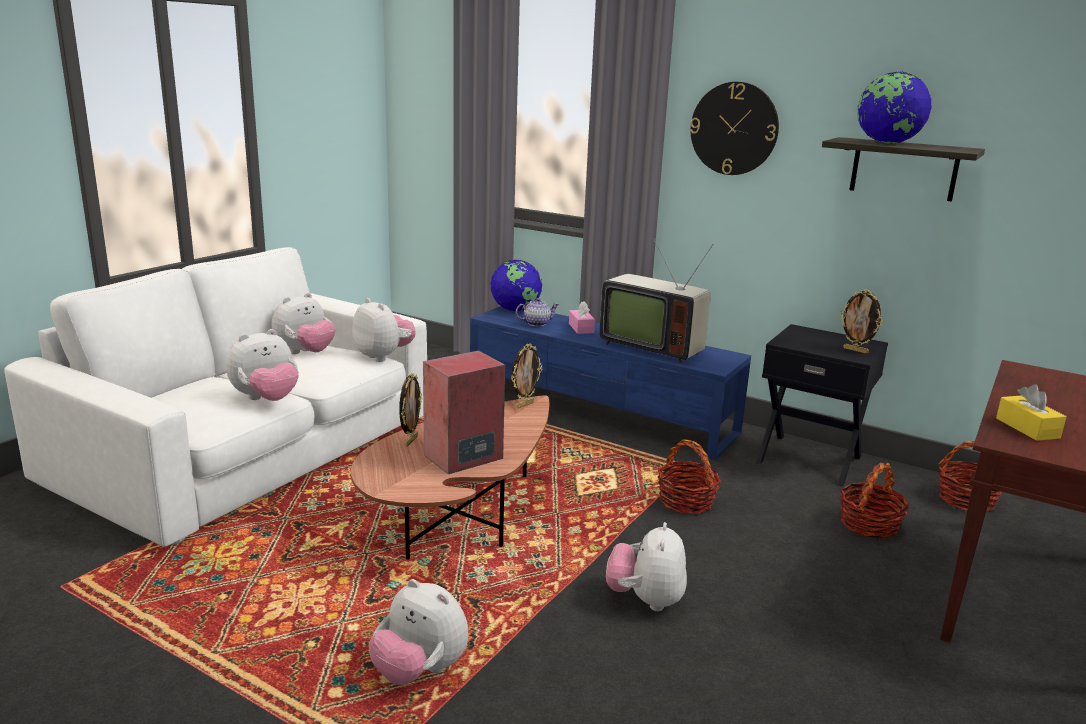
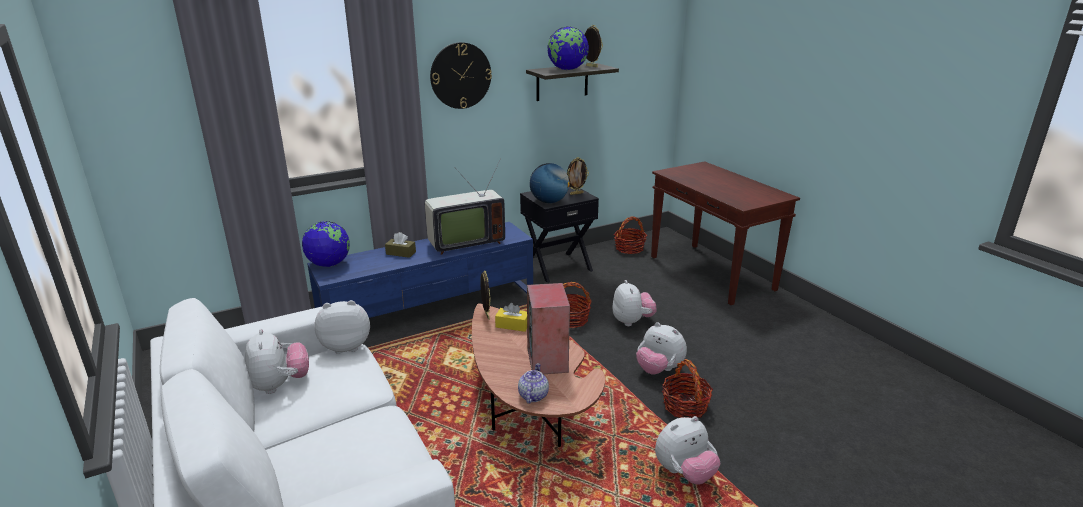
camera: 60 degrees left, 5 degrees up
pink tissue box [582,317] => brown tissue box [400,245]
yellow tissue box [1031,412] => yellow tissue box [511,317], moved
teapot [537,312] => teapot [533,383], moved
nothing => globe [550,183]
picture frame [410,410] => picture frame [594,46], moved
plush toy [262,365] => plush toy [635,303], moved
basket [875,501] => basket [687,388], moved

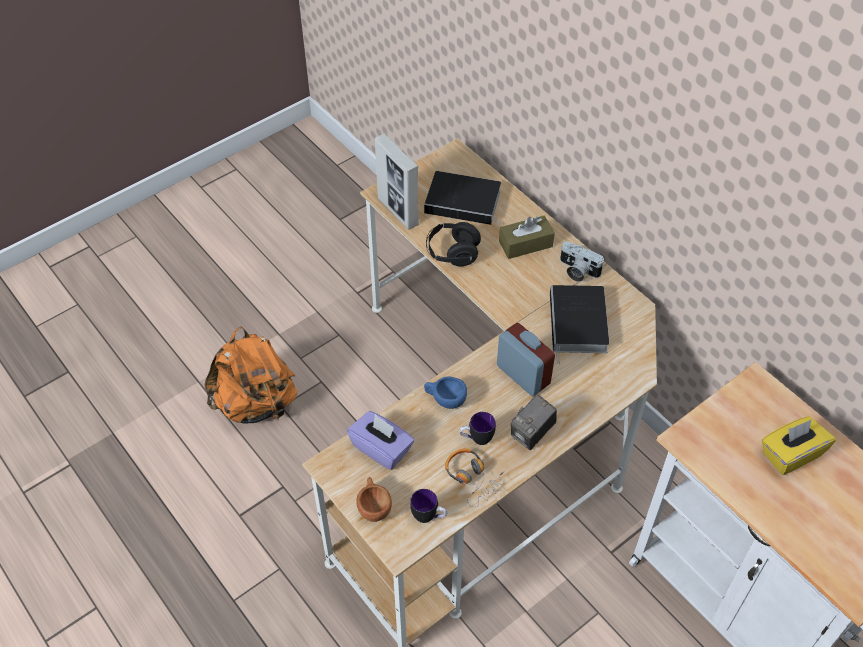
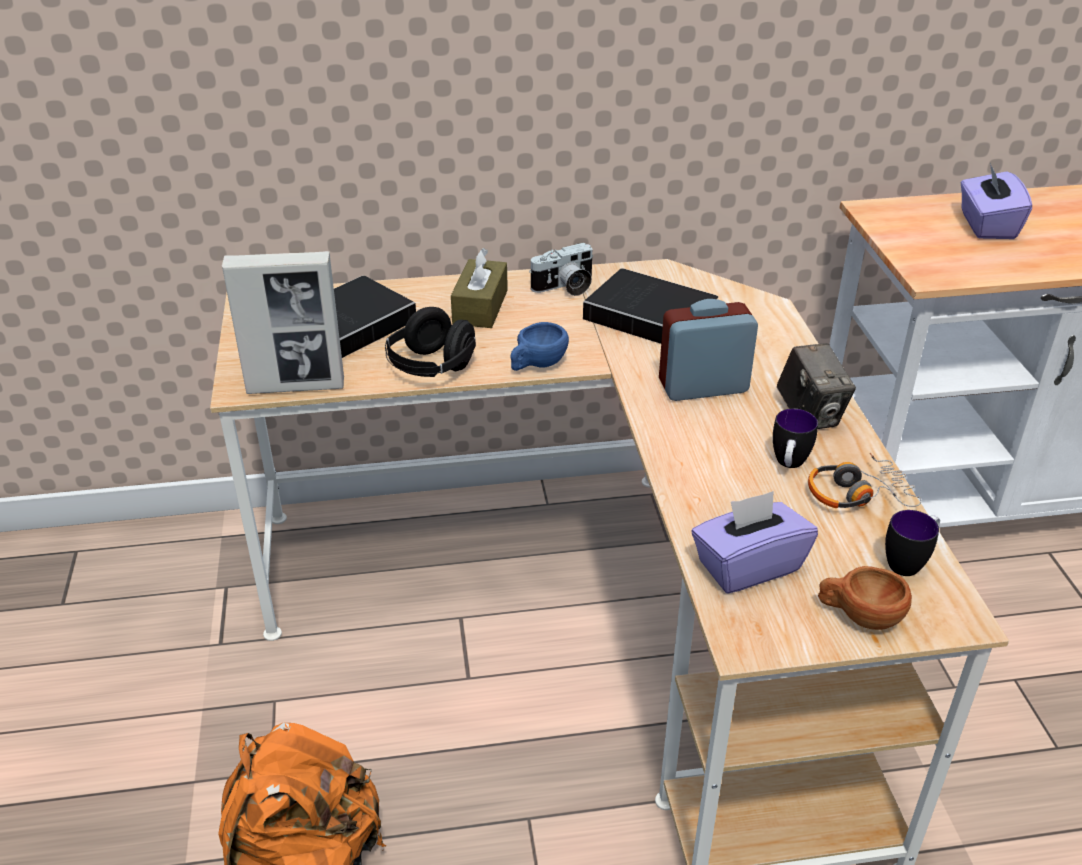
camera: 60 degrees left, 15 degrees down
blue cup [445,392] => blue cup [539,346], moved
yellow tissue box [799,445] => purple tissue box [996,201]

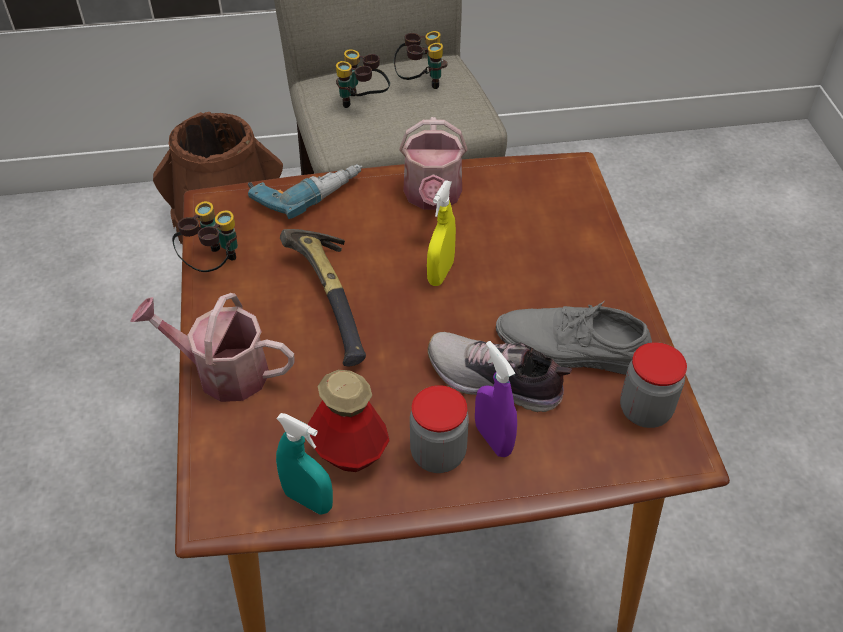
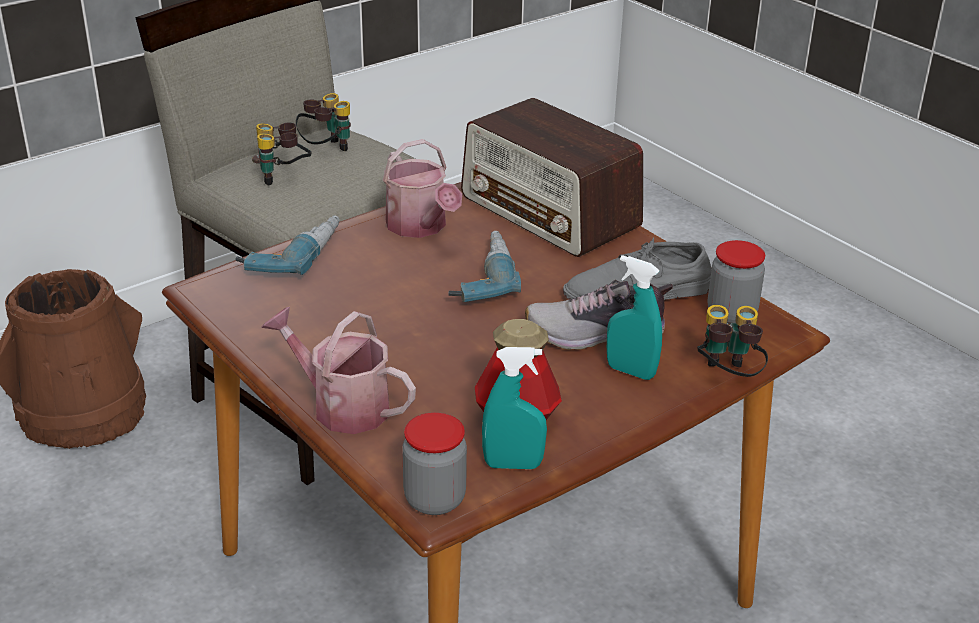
camera: 30 degrees left, 15 degrees down
watering can [212,347] => watering can [338,370], 45 degrees clockwise
jar [439,429] => jar [434,463], moved
yellow spray bottle [441,233] => power drill [484,266]
nothing => radio [552,177]
purple spray bottle [496,399] => turquoise spray bottle [634,317]
binoculars [205,236] => binoculars [732,341], moved
hammer [323,297] => nothing

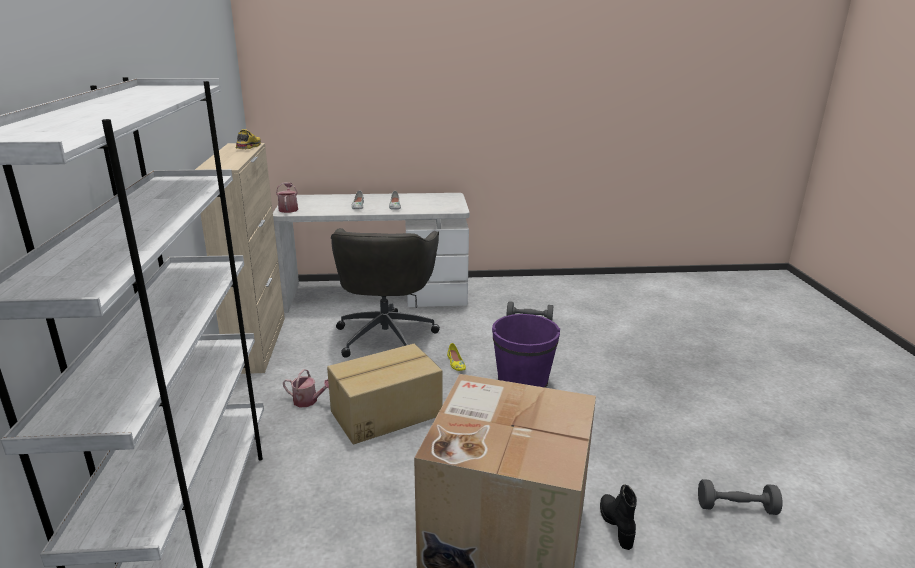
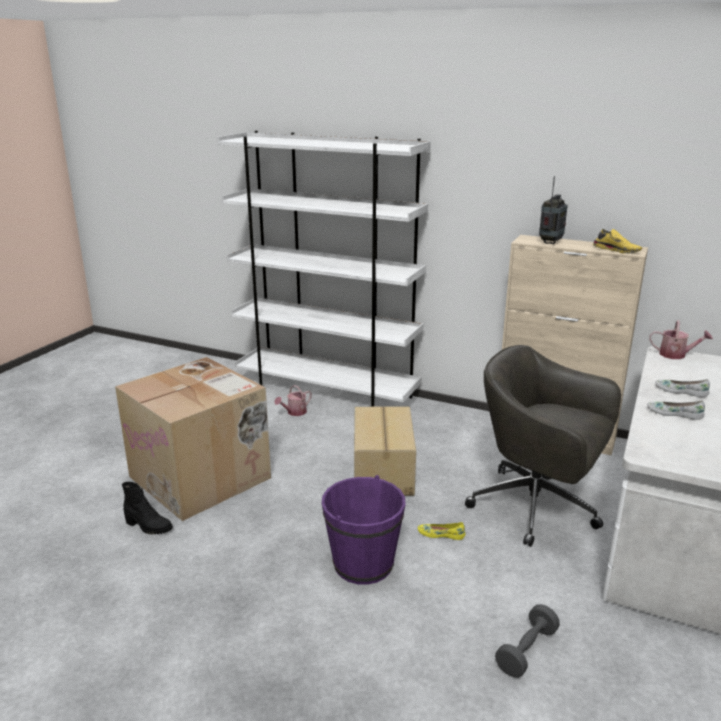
camera: 120 degrees right, 0 degrees up
watering can [306,388] => watering can [293,400], moved
nothing => radio [553,210]
grey dumbbell [740,497] => nothing

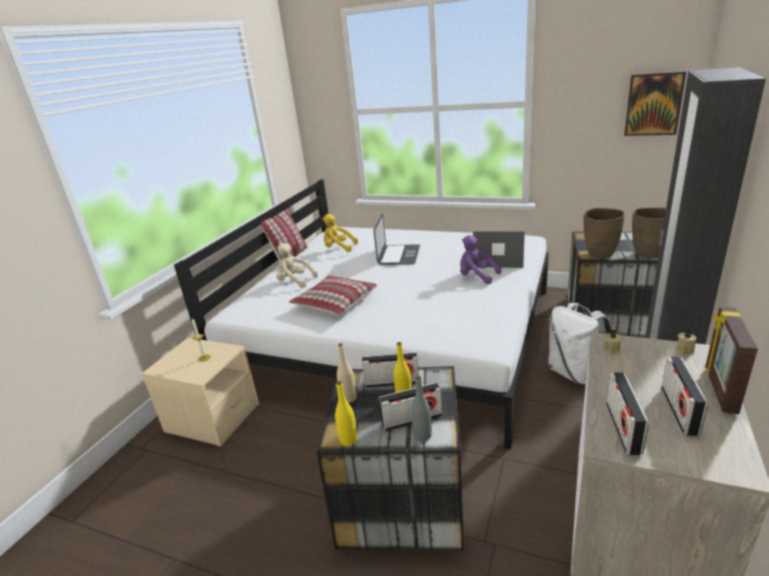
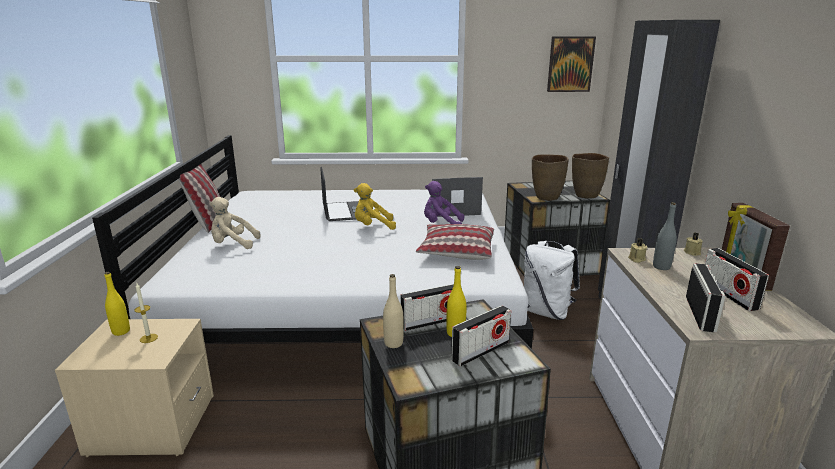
camera: 25 degrees left, 5 degrees down
yellow bottle [346,413] => yellow bottle [117,304], moved
yellow plush toy [340,233] => yellow plush toy [375,206], moved
pillow [333,295] => pillow [455,242], moved
grey bottle [421,408] => grey bottle [665,236], moved
radio [627,413] => radio [705,297], 150 degrees counterclockwise

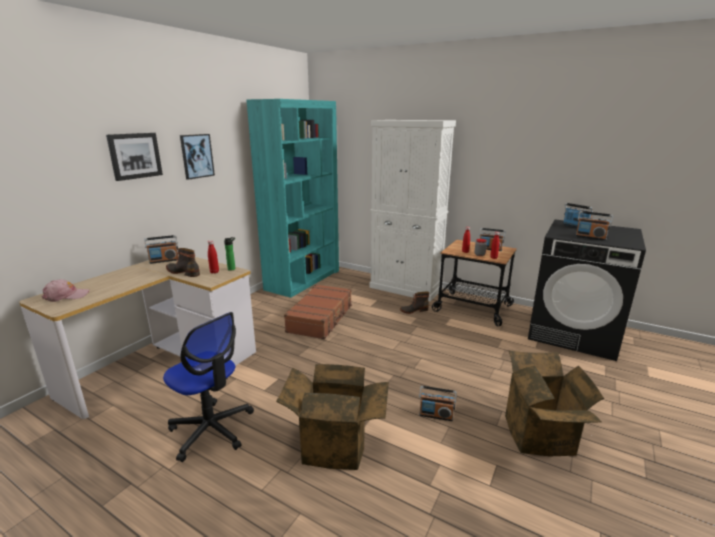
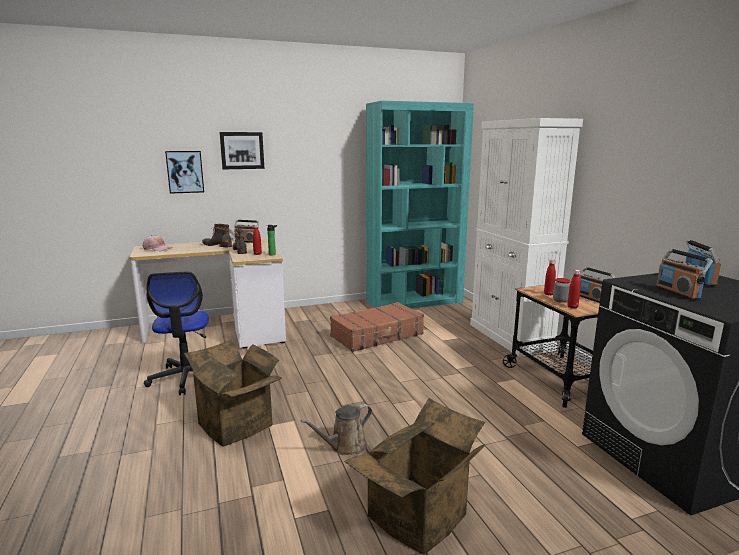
camera: 40 degrees right, 5 degrees down
picture [197,157] => picture [184,172], moved
boot [415,303] => boot [217,235], moved
radio [438,403] => brown watering can [336,429]

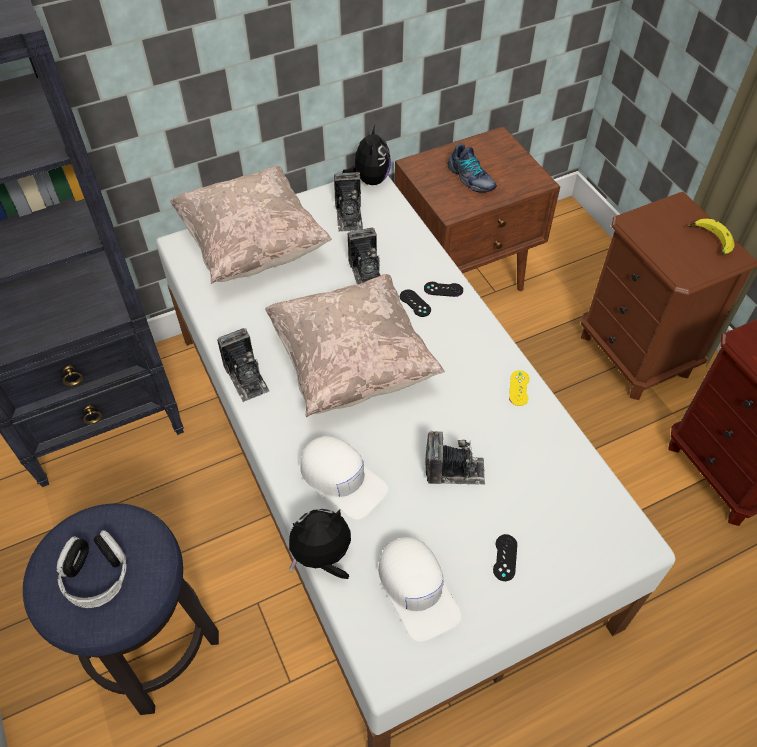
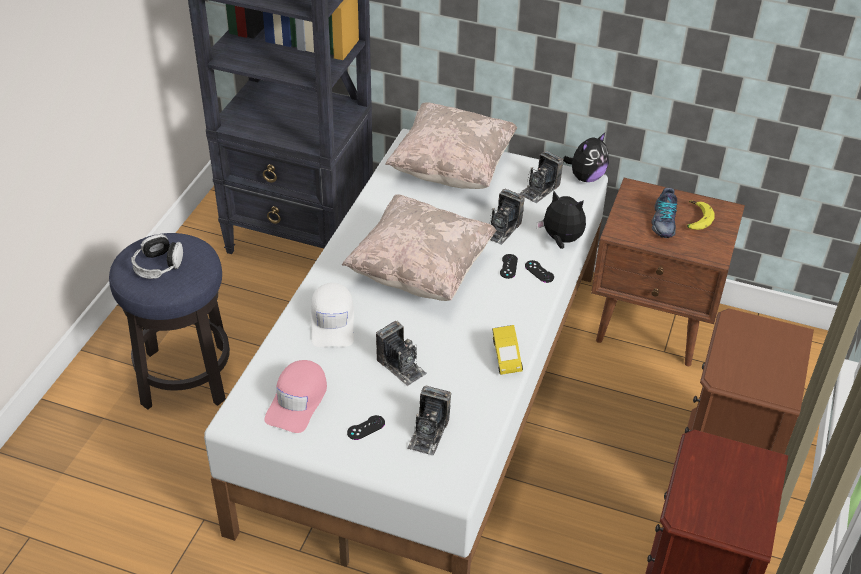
camera: 45 degrees right, 10 degrees down
white cap [419,589] => pink cap [295,396]
photo camera [243,365] => photo camera [429,420], moved
yellow game controller [519,388] => yellow toy car [507,350]
plush toy [320,544] => plush toy [561,220], moved
banana [711,236] => banana [700,215], moved

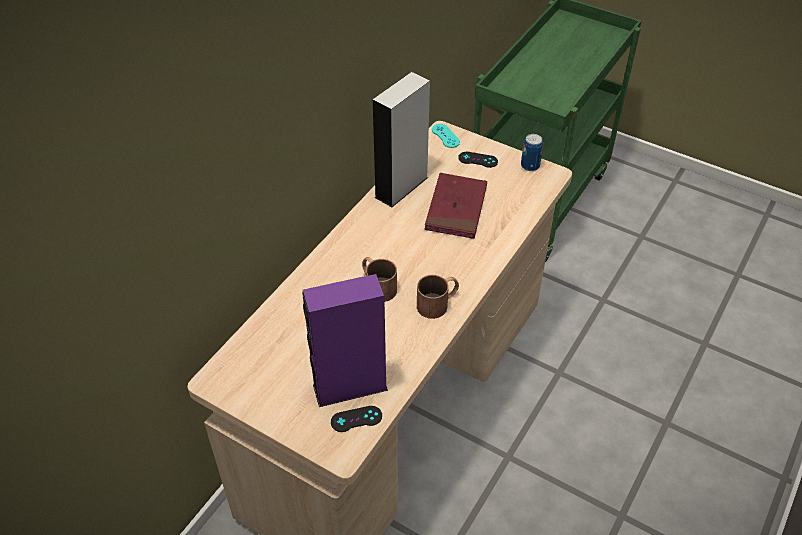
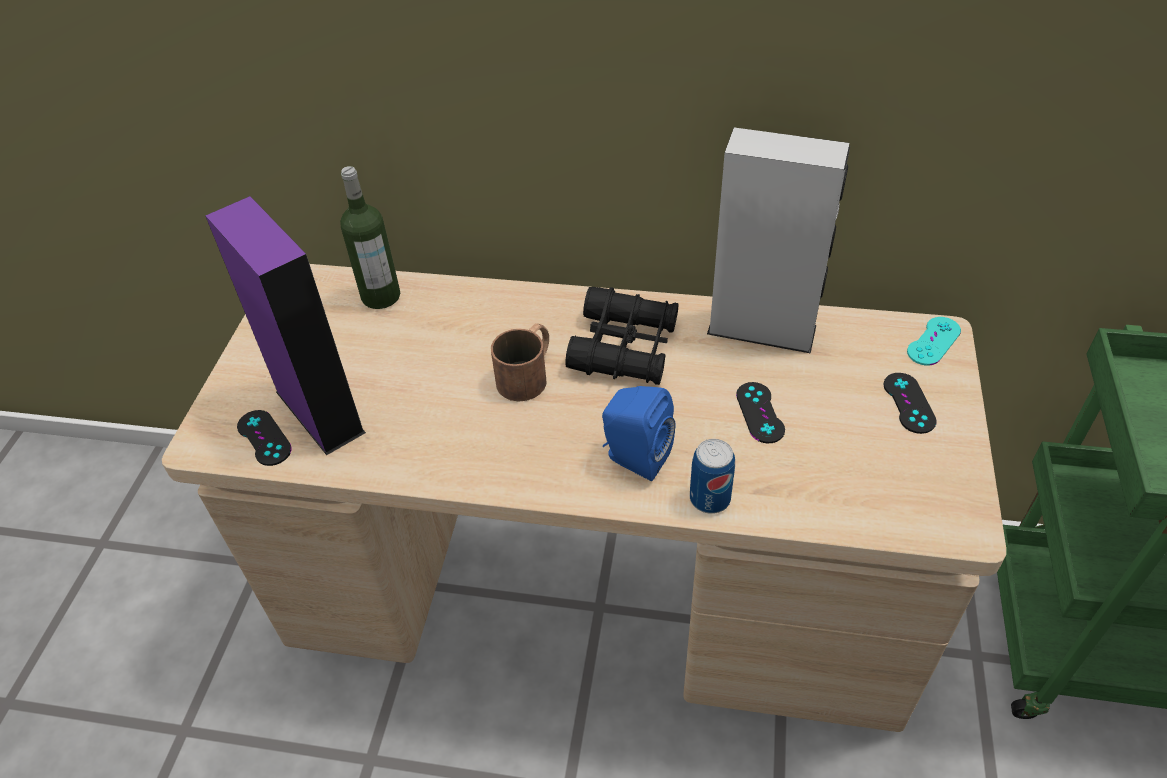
camera: 70 degrees right, 0 degrees up
nothing => bottle [370,237]
nothing => black binoculars [622,336]
nothing => blue speaker [638,433]
can [532,152] => can [712,476], moved
red book [455,206] => black game controller [760,412]
brown mug [438,297] => nothing

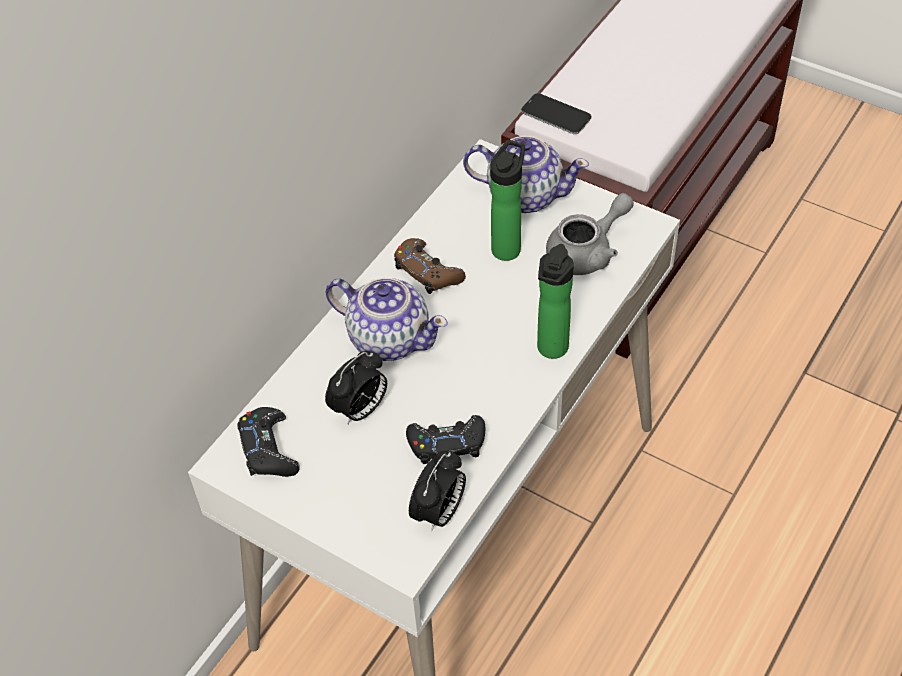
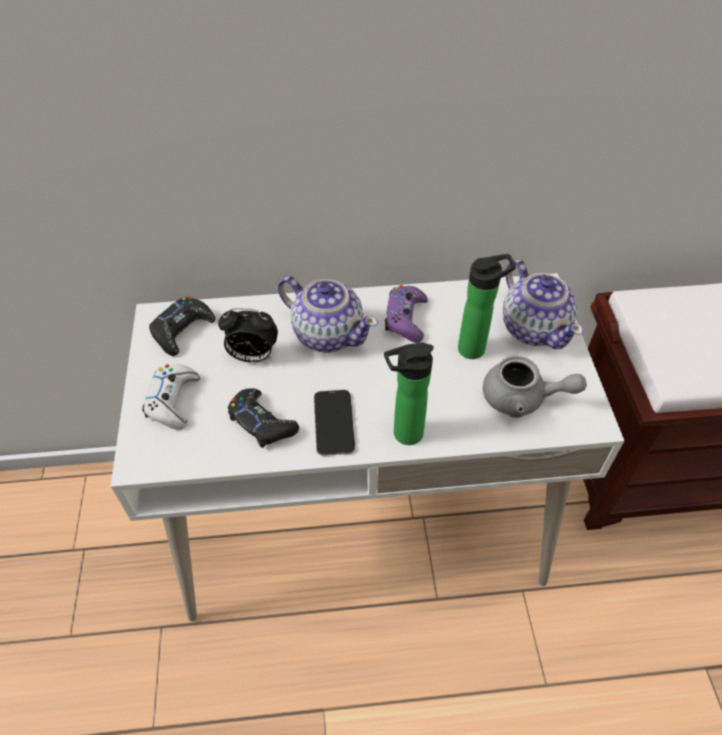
camera: 50 degrees right, 0 degrees up
nothing => white game controller [171,397]
teapot [387,319] => teapot [328,314], 45 degrees counterclockwise
phone [556,113] => phone [334,423], moved
brown game controller [430,266] => purple game controller [406,313]
alarm clock [437,491] => nothing

